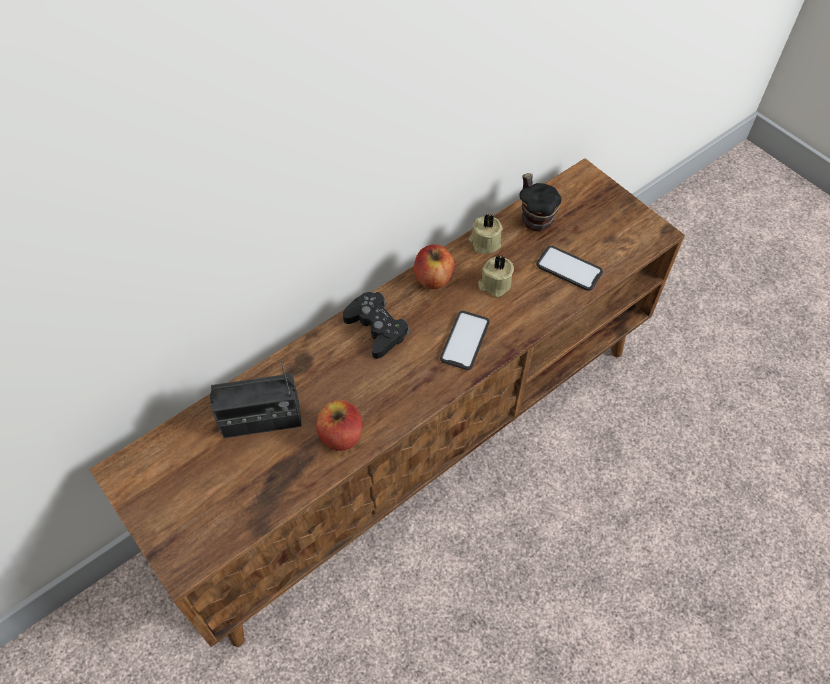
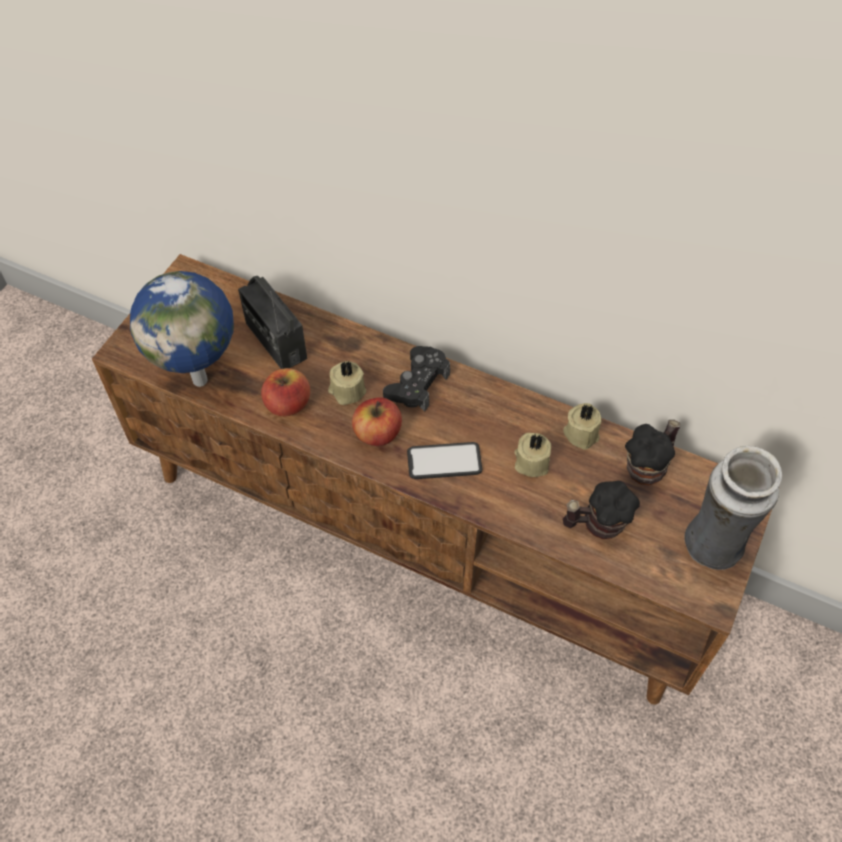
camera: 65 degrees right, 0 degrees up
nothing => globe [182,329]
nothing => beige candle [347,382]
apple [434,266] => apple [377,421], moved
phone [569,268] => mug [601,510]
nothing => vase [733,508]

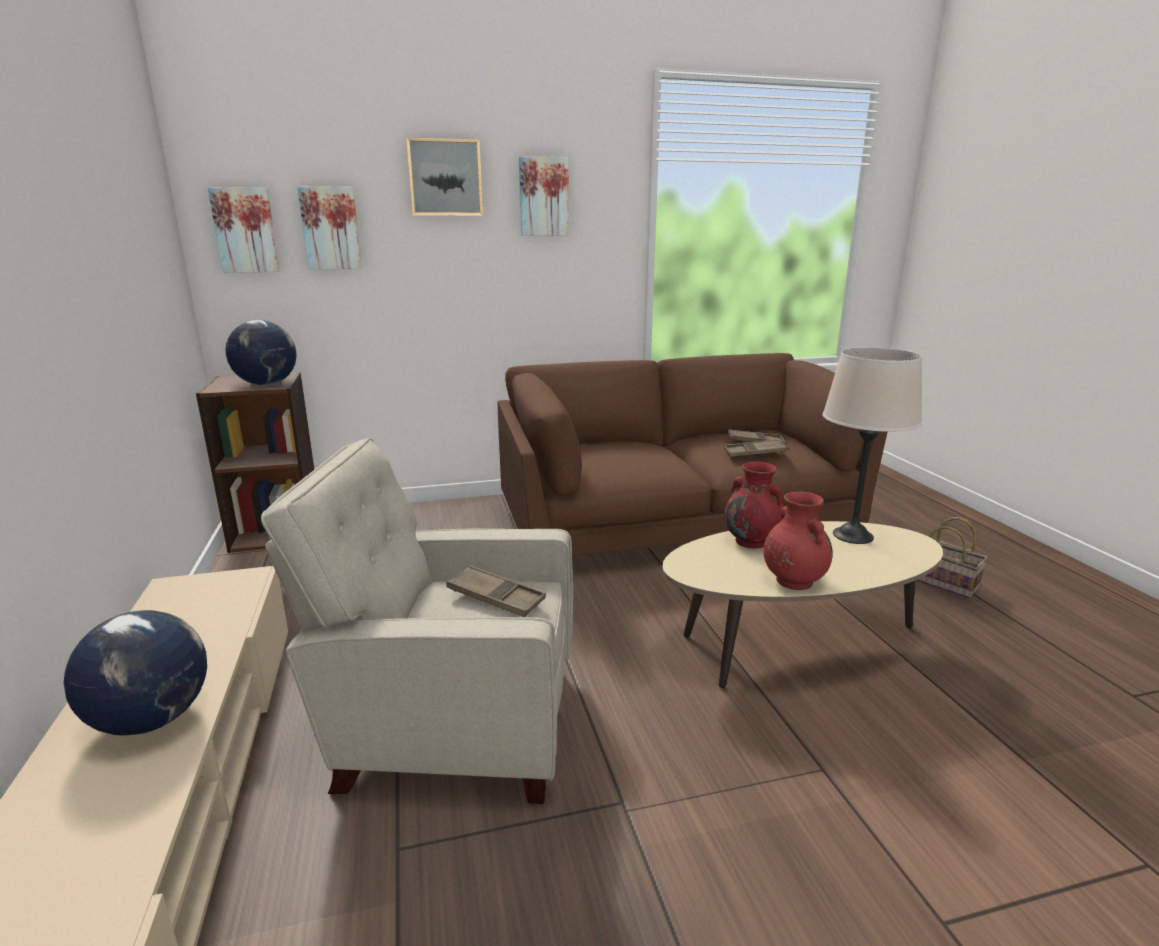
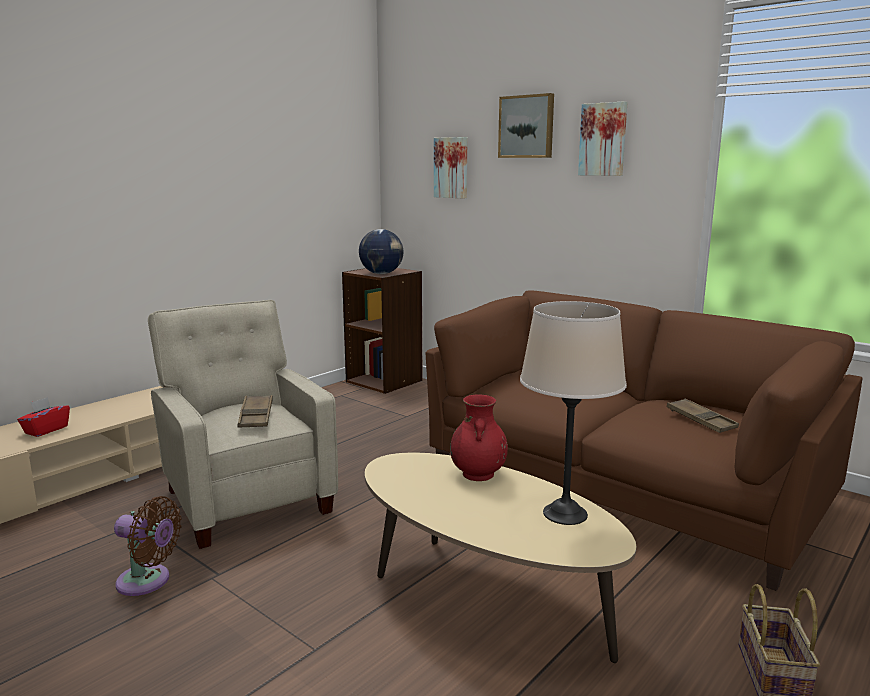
camera: 55 degrees right, 5 degrees down
nothing => red tissue box [43,417]
nothing => brown fan [148,546]
globe [135,672] => nothing
picture [244,230] => nothing
brown tray [755,448] => nothing
red vase [798,541] => nothing

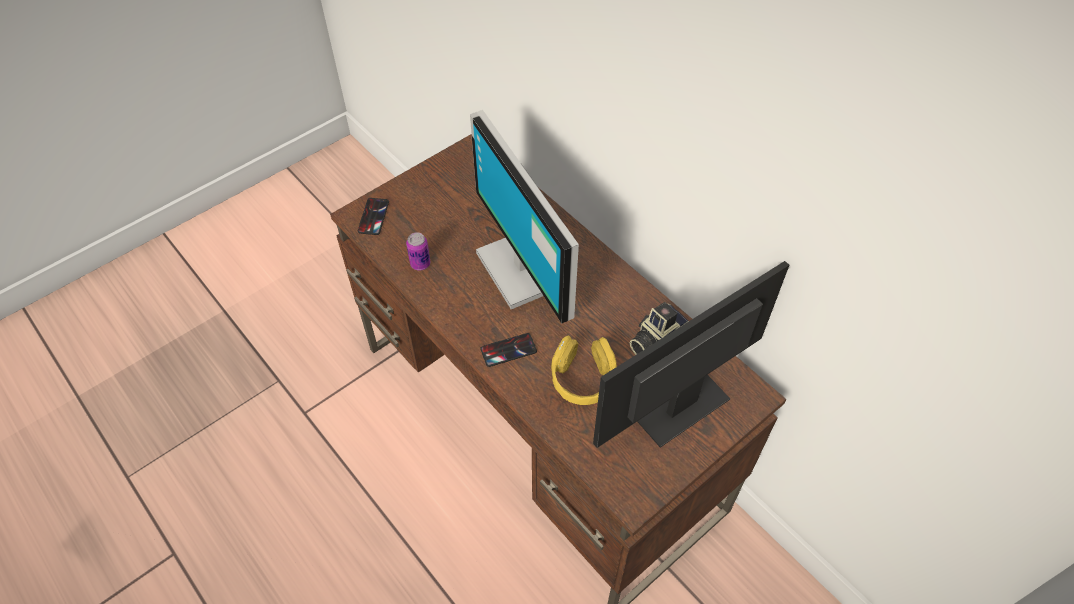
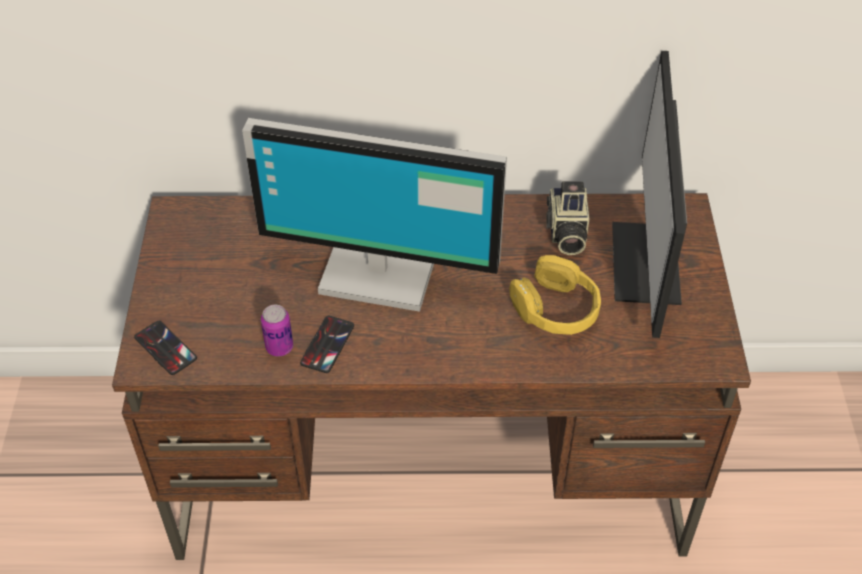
camera: 50 degrees left, 5 degrees down
phone [508,350] => phone [327,344], moved

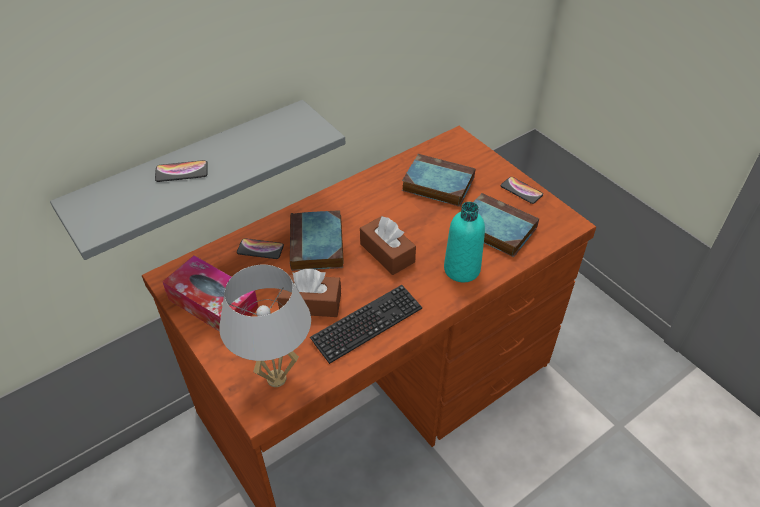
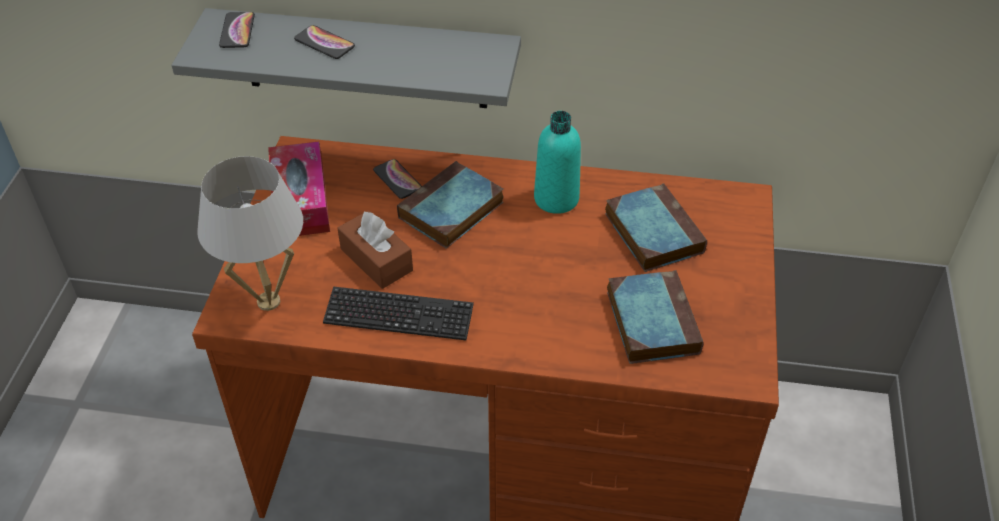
camera: 45 degrees right, 0 degrees up
phone [522,190] => phone [237,30], moved
turquoise bottle [464,242] => turquoise bottle [557,162], moved
brown tissue box [388,245] => nothing

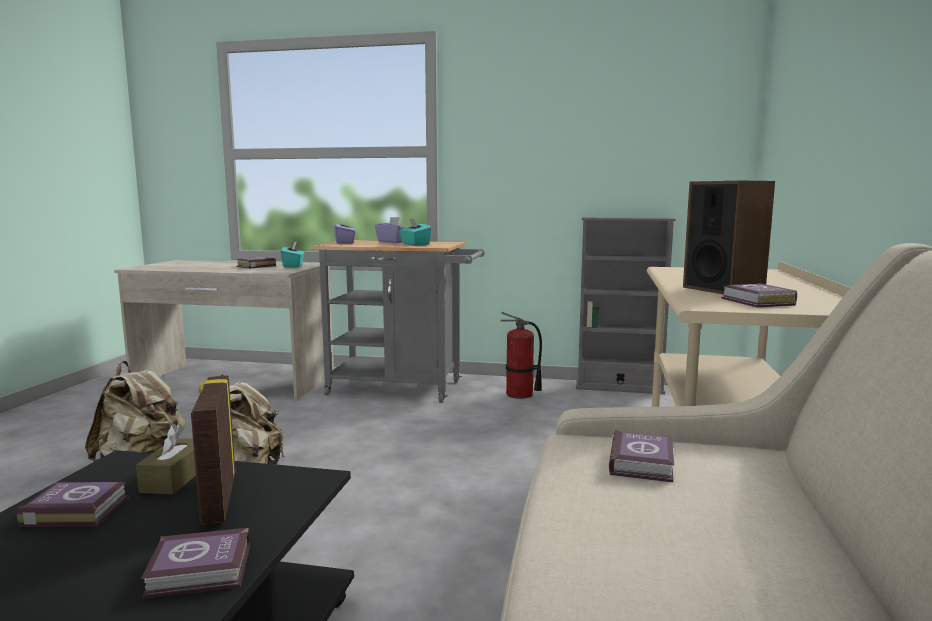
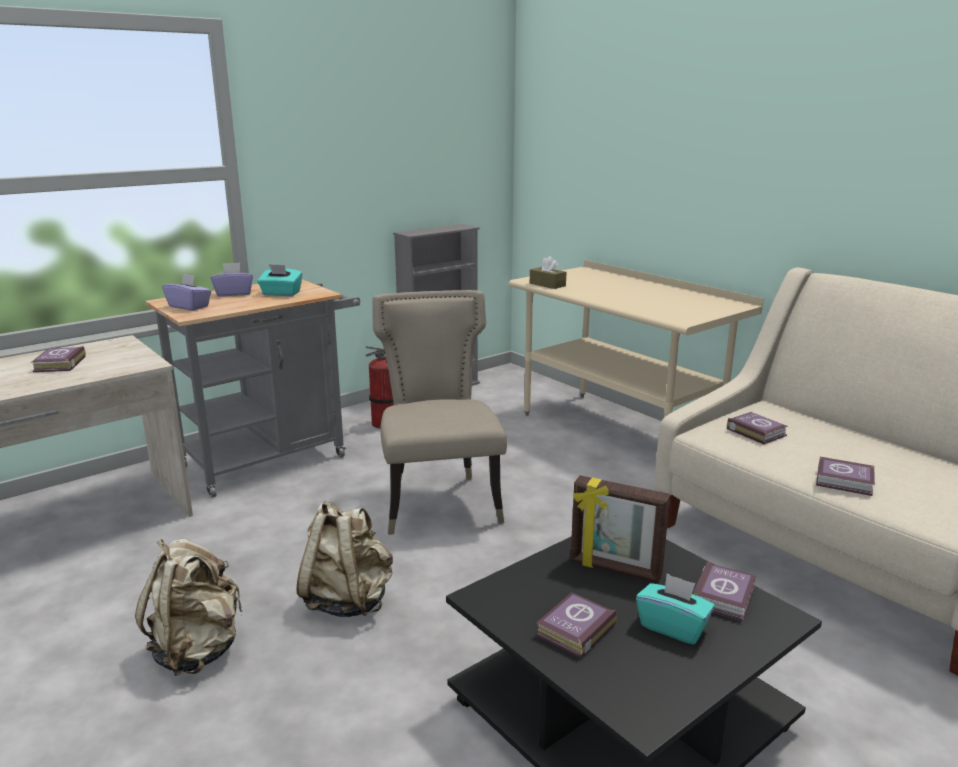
camera: 50 degrees left, 10 degrees up
nothing => beige chair [439,412]
brown tissue box [166,459] => brown tissue box [548,272], moved
turquoise tissue box [292,254] => turquoise tissue box [675,609], moved
book [759,295] => book [845,476], moved
speaker [729,238] => nothing

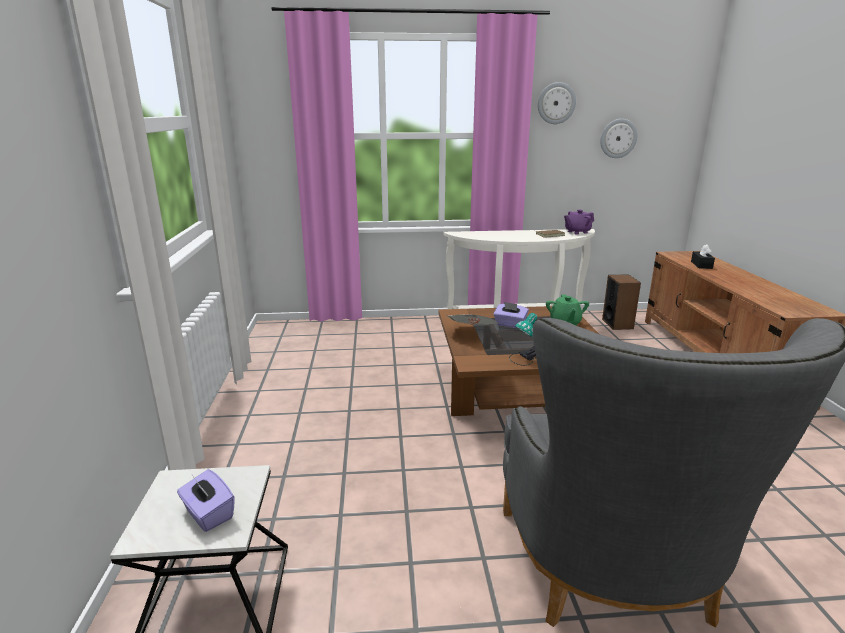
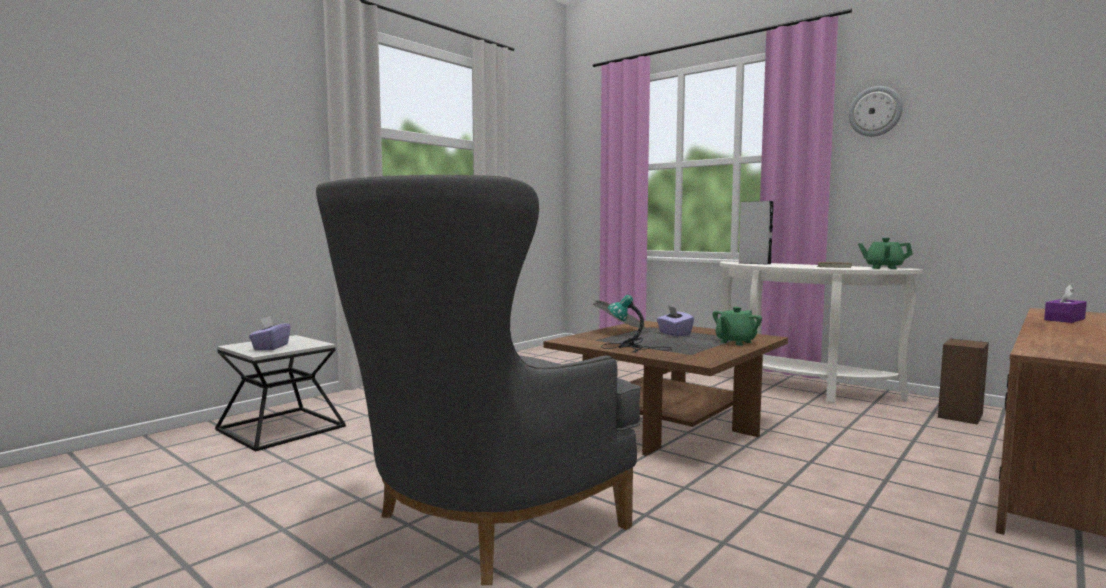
camera: 45 degrees right, 15 degrees down
nothing => grey speaker [756,233]
purple teapot [579,222] => green teapot [885,253]
black tissue box [703,257] => purple tissue box [1065,303]
wall clock [618,138] => nothing

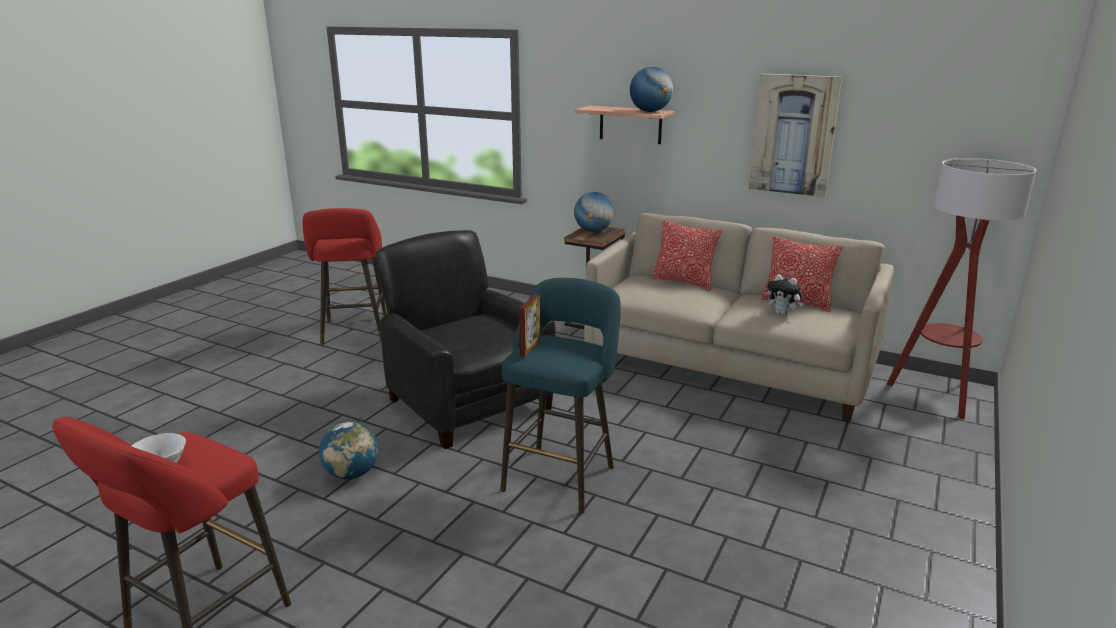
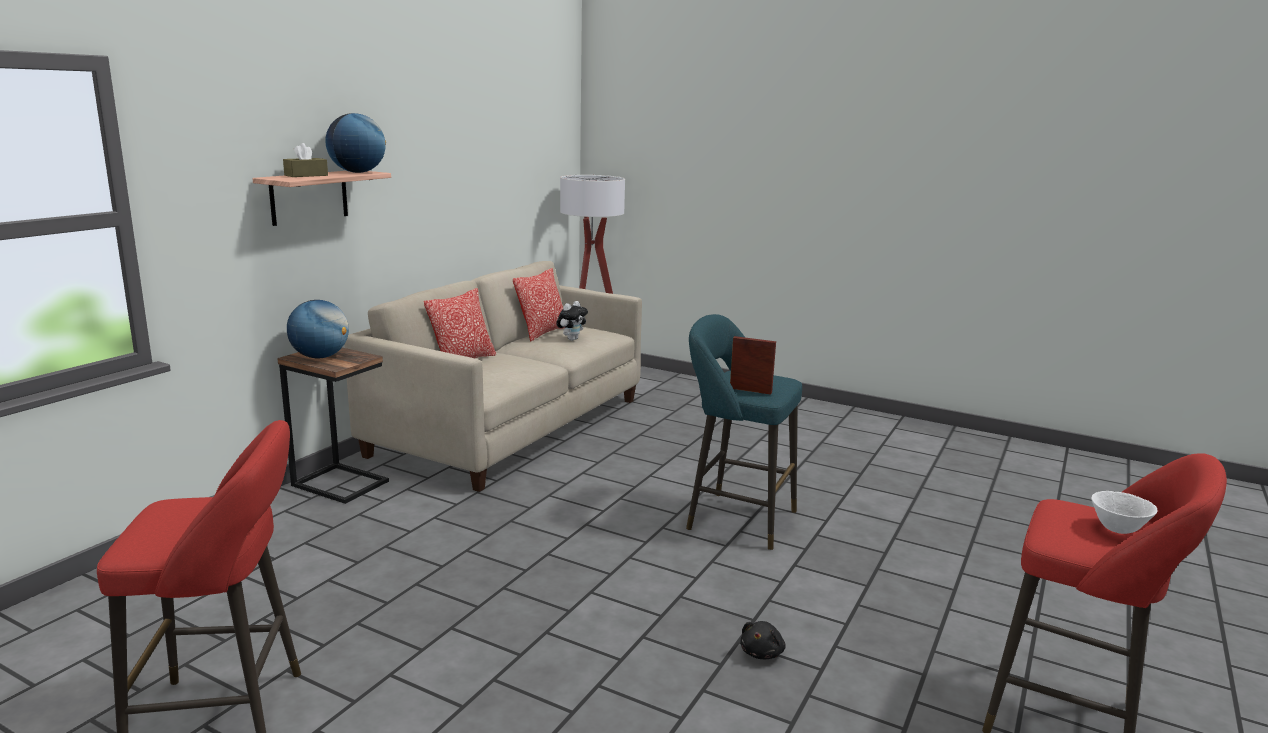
camera: 90 degrees left, 5 degrees down
nothing => brown tissue box [305,160]
globe [348,450] => black plush toy [763,640]
black armchair [466,339] => nothing
picture [795,135] => nothing

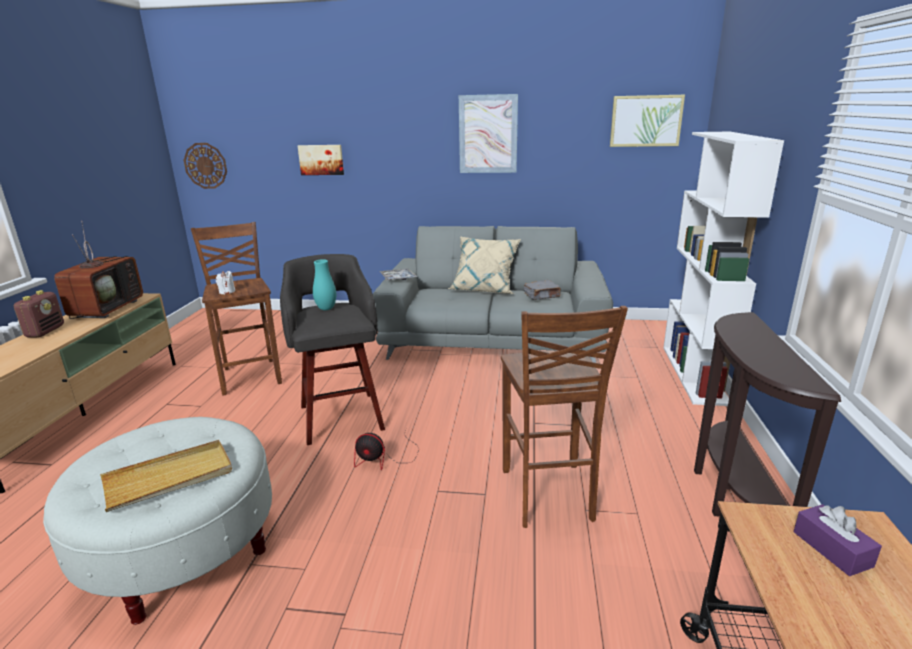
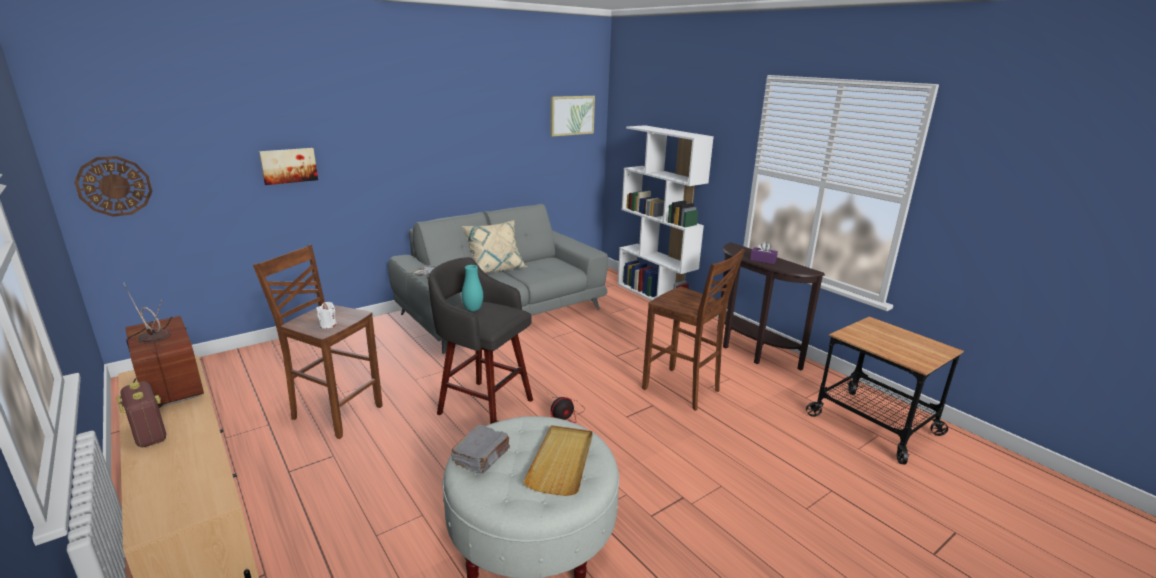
camera: 45 degrees left, 0 degrees up
grey book [542,290] => grey book [480,449], moved
purple tissue box [838,540] => purple tissue box [764,252], moved
picture [488,133] => nothing

